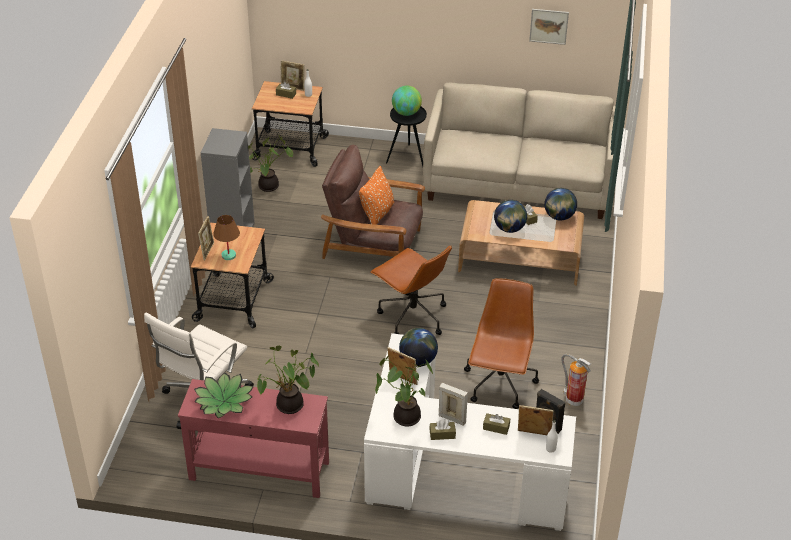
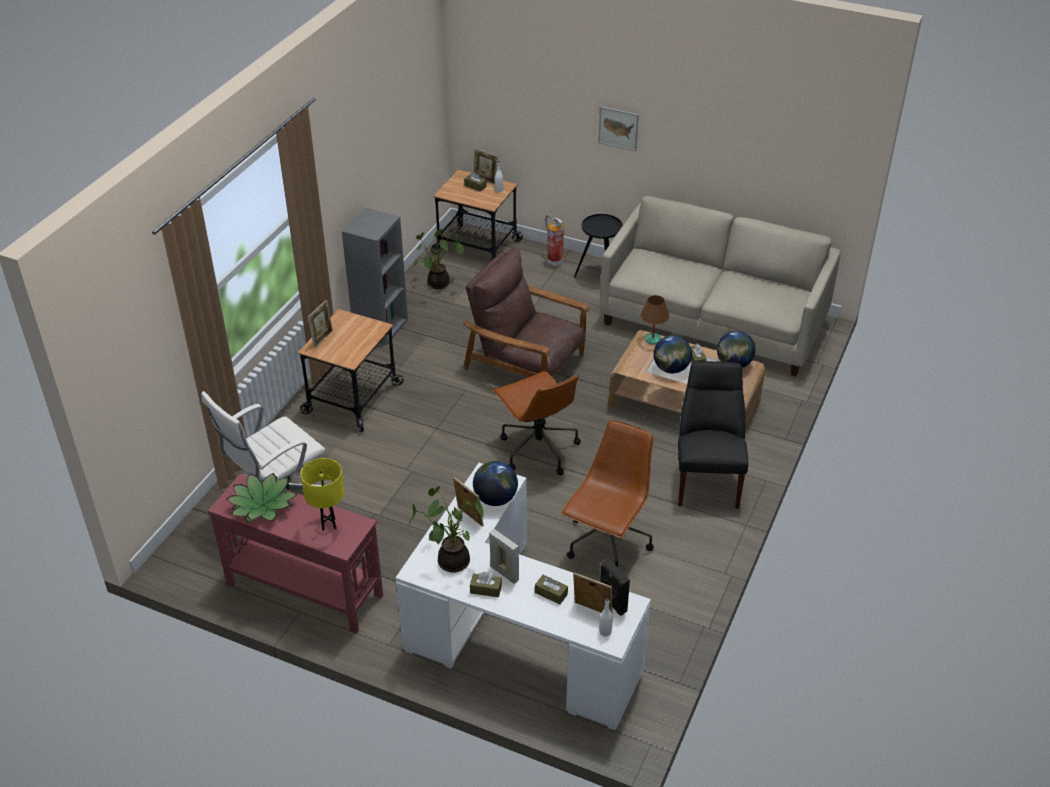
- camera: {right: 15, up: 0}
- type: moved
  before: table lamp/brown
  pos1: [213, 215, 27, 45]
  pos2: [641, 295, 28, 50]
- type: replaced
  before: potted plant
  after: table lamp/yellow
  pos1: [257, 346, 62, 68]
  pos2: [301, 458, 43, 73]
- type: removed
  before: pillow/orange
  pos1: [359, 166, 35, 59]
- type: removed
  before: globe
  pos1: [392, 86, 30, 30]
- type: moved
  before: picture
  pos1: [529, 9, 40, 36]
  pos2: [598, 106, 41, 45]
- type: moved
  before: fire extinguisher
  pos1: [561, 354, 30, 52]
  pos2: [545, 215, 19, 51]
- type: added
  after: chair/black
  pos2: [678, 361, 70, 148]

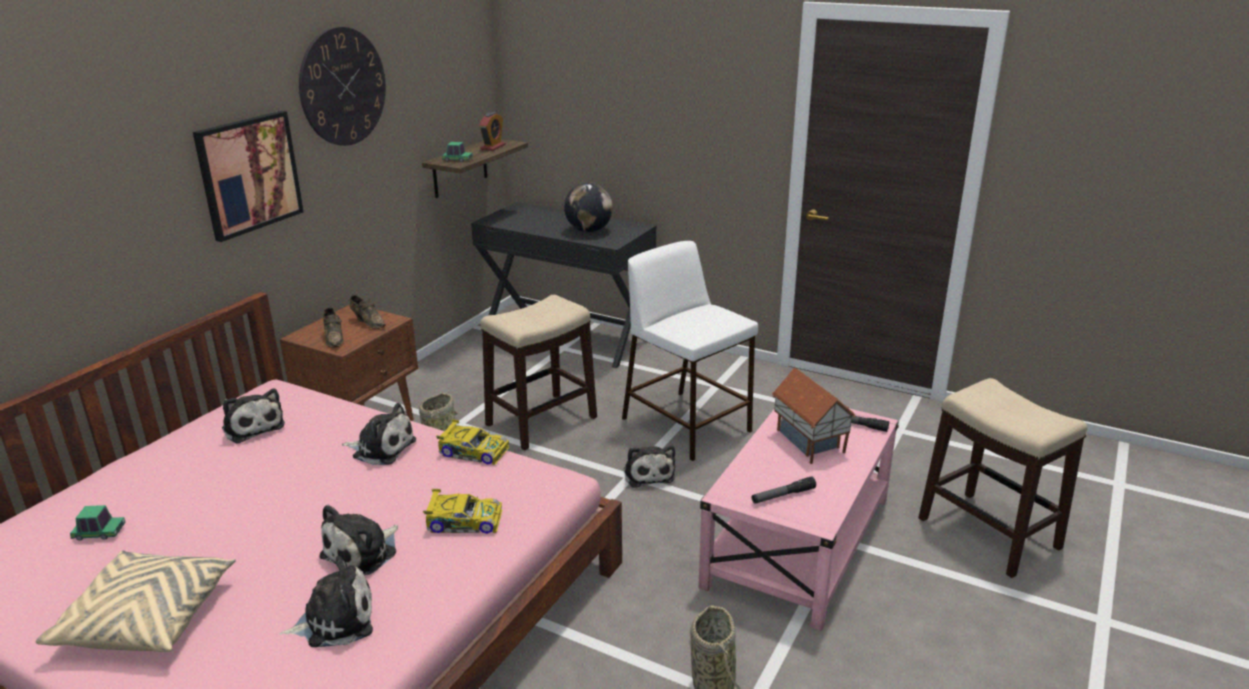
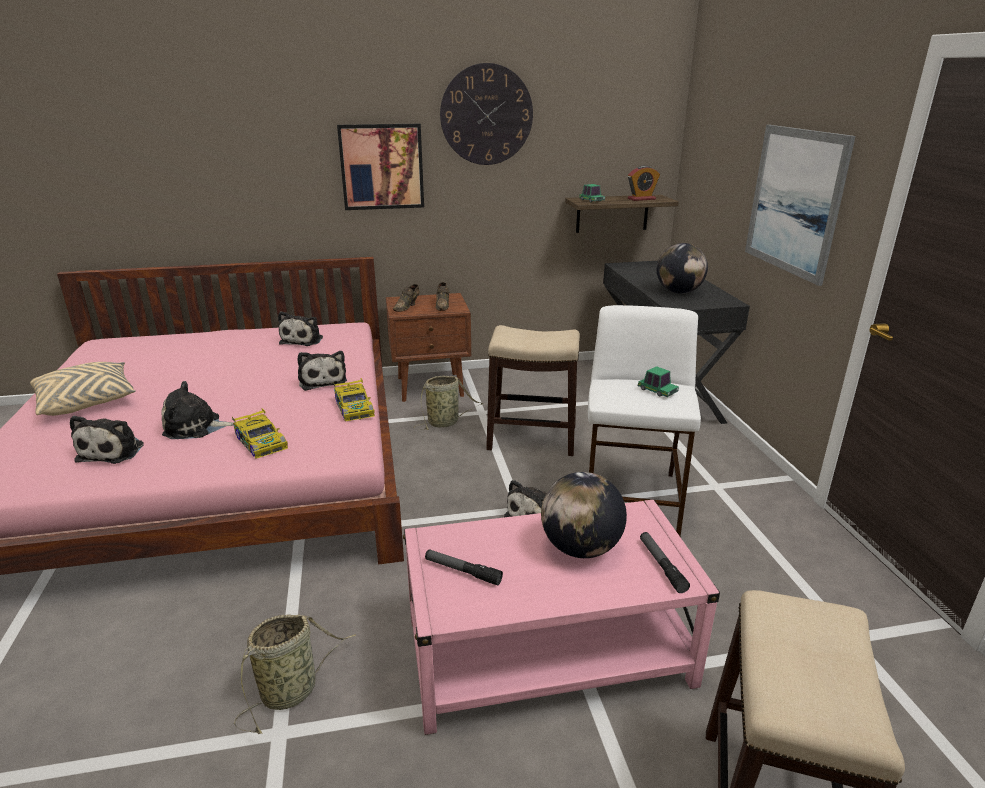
- camera: {right: 50, up: 0}
- type: moved
  before: toy car
  pos1: [70, 505, 56, 36]
  pos2: [638, 366, 41, 31]
- type: turned
  before: plush toy
  pos1: [280, 556, 93, 91]
  pos2: [70, 416, 74, 48]
  turn: 60
- type: replaced
  before: toy house
  after: globe
  pos1: [772, 368, 84, 96]
  pos2: [541, 472, 86, 86]
- type: added
  after: picture
  pos2: [745, 125, 111, 161]

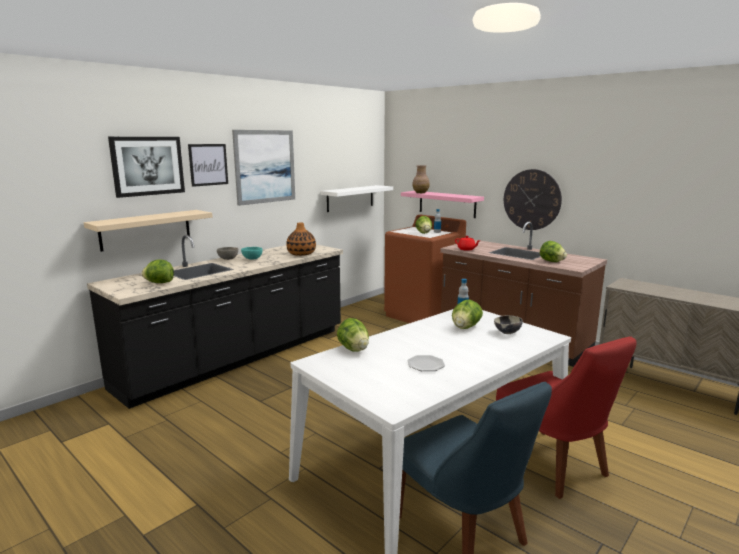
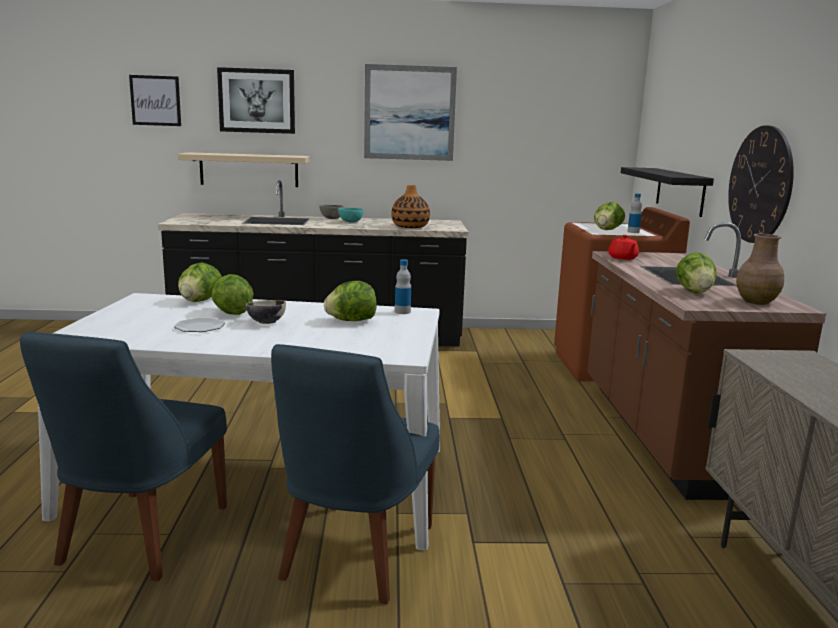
- camera: {right: 45, up: 0}
- type: moved
  before: lettuce
  pos1: [141, 260, 33, 23]
  pos2: [211, 274, 43, 41]
- type: moved
  before: picture
  pos1: [188, 144, 40, 43]
  pos2: [129, 75, 52, 51]
- type: removed
  before: shelf/white
  pos1: [321, 185, 72, 27]
- type: recoloured
  before: shelf/pink
  after: shelf/black
  pos1: [401, 191, 83, 27]
  pos2: [621, 167, 93, 50]
- type: moved
  before: vase/brown
  pos1: [412, 165, 18, 28]
  pos2: [736, 234, 48, 71]
- type: moved
  before: bowl
  pos1: [494, 315, 29, 19]
  pos2: [246, 300, 40, 24]
- type: recoloured
  before: chair/red
  after: chair/blue
  pos1: [496, 337, 140, 162]
  pos2: [271, 344, 169, 260]

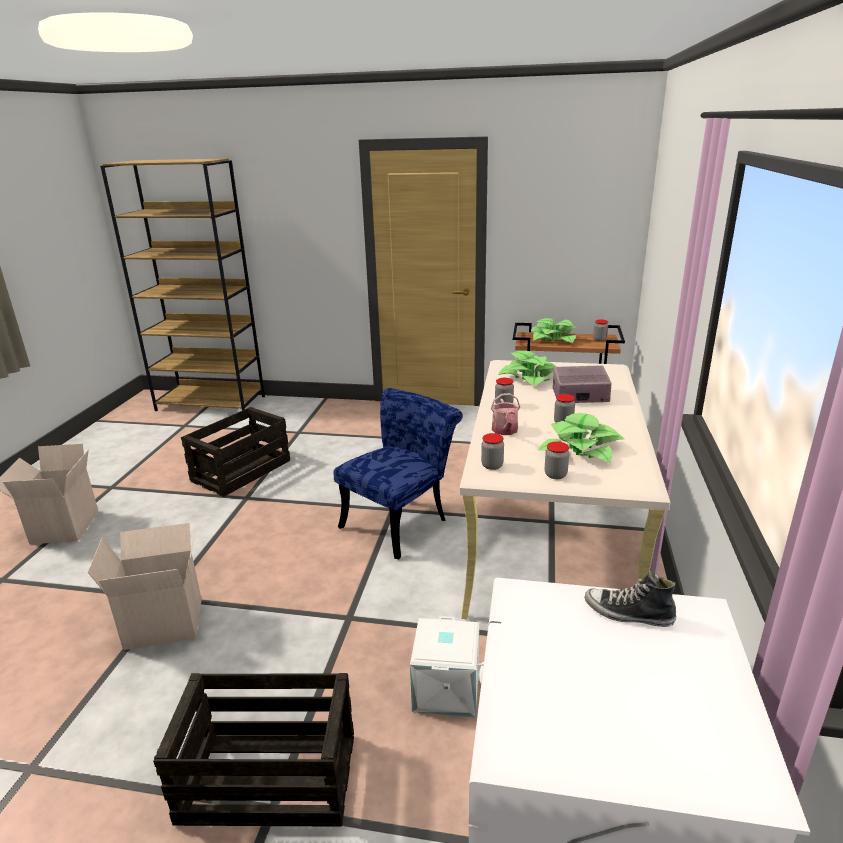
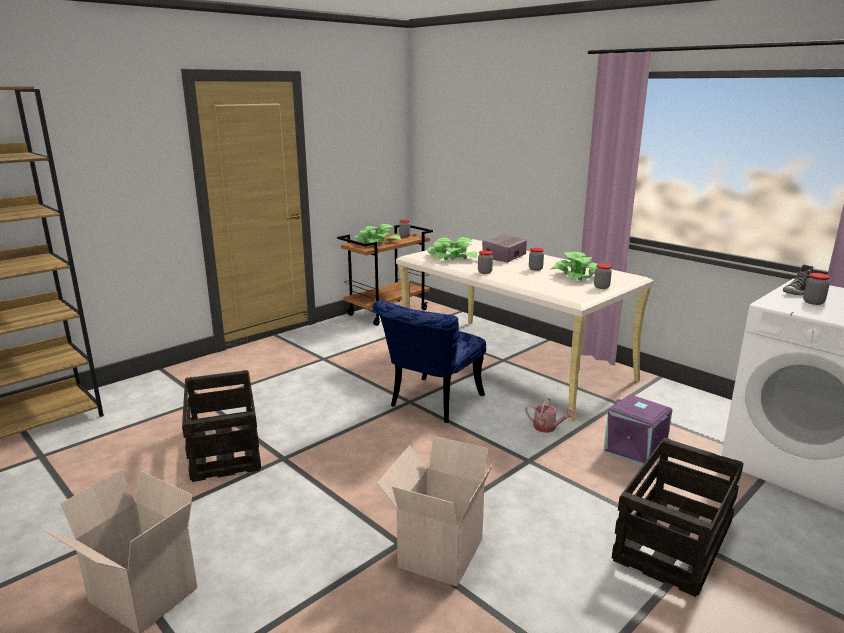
- camera: {right: -55, up: -5}
- type: turned
  before: chair/blue
  pos1: [334, 388, 129, 171]
  pos2: [373, 300, 113, 123]
  turn: -135
- type: recoloured
  before: storage box/white
  after: storage box/purple
  pos1: [410, 616, 69, 102]
  pos2: [604, 394, 69, 72]
- type: moved
  before: jar
  pos1: [481, 433, 23, 37]
  pos2: [803, 273, 27, 32]
- type: moved
  before: watering can
  pos1: [491, 393, 29, 42]
  pos2: [525, 397, 50, 36]

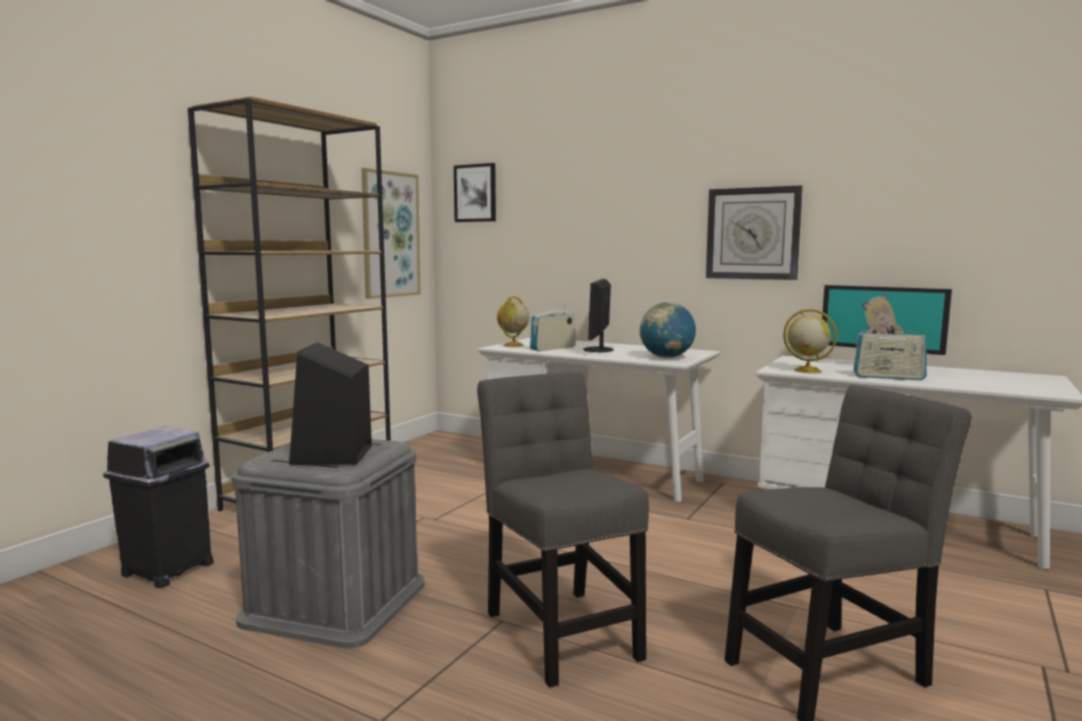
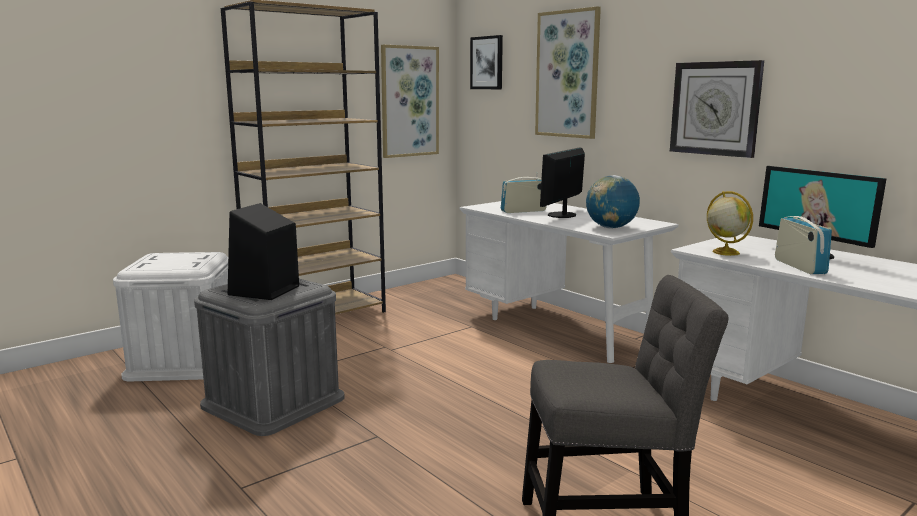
- camera: {right: 20, up: 5}
- type: replaced
  before: trash can/black
  after: storage box/white
  pos1: [103, 426, 111, 162]
  pos2: [113, 252, 115, 129]
- type: removed
  before: chair/grey
  pos1: [477, 372, 172, 315]
- type: removed
  before: globe
  pos1: [497, 296, 32, 51]
- type: turned
  before: radio
  pos1: [853, 323, 74, 57]
  pos2: [775, 215, 57, 59]
  turn: -135
- type: added
  after: picture
  pos2: [535, 6, 66, 133]

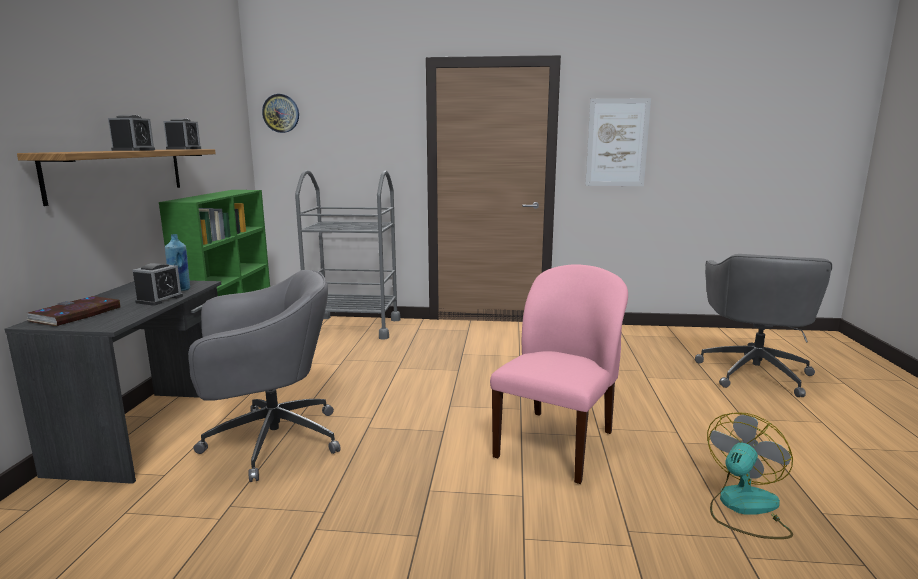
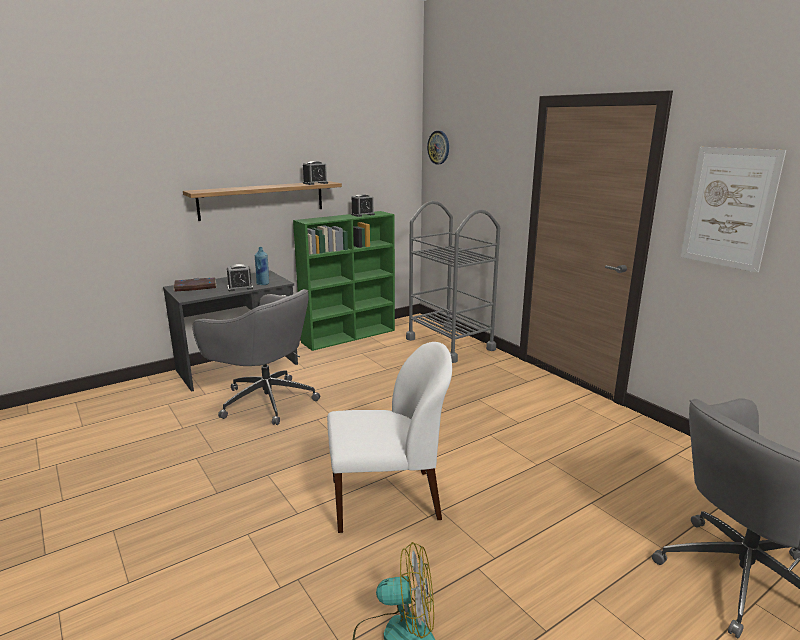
- camera: {right: 50, up: 5}
- type: moved
  before: alarm clock
  pos1: [108, 115, 47, 36]
  pos2: [351, 194, 24, 23]
- type: recoloured
  before: chair/pink
  after: chair/white
  pos1: [490, 264, 138, 220]
  pos2: [327, 342, 125, 191]

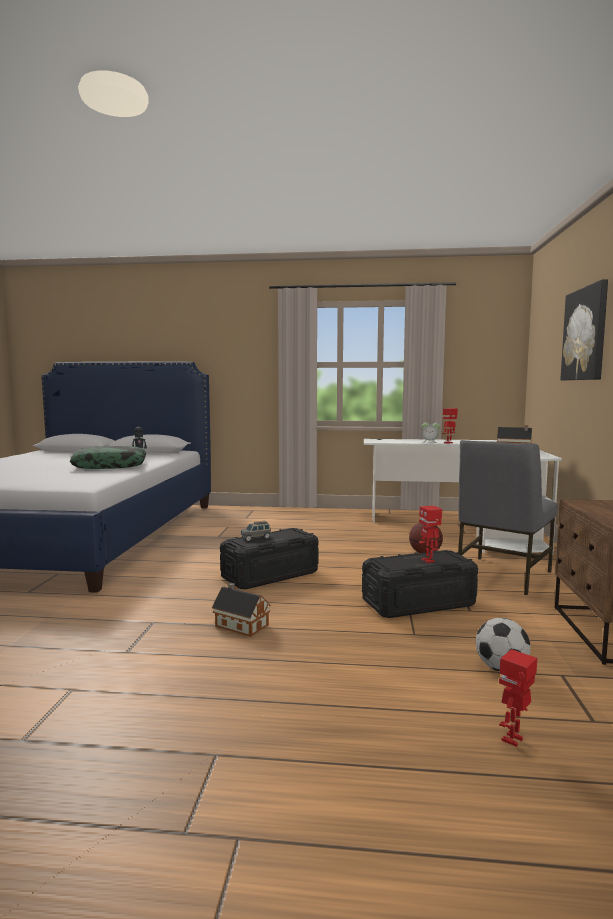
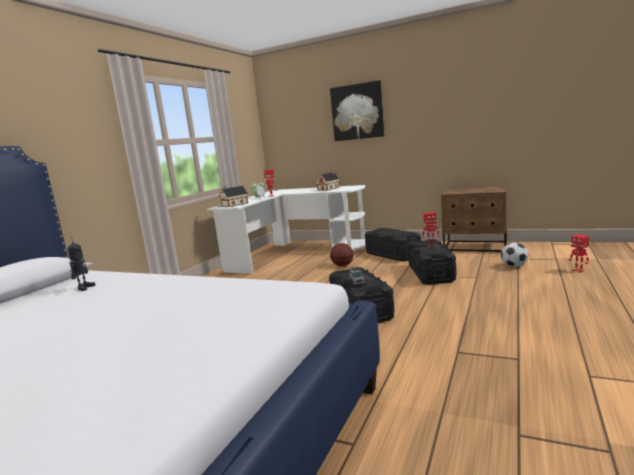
- camera: {right: -70, up: 5}
- type: removed
  before: pillow
  pos1: [70, 446, 76, 23]
- type: moved
  before: toy house
  pos1: [212, 583, 59, 54]
  pos2: [219, 186, 29, 21]
- type: replaced
  before: chair/grey
  after: storage box/black
  pos1: [458, 440, 100, 155]
  pos2: [365, 228, 56, 34]

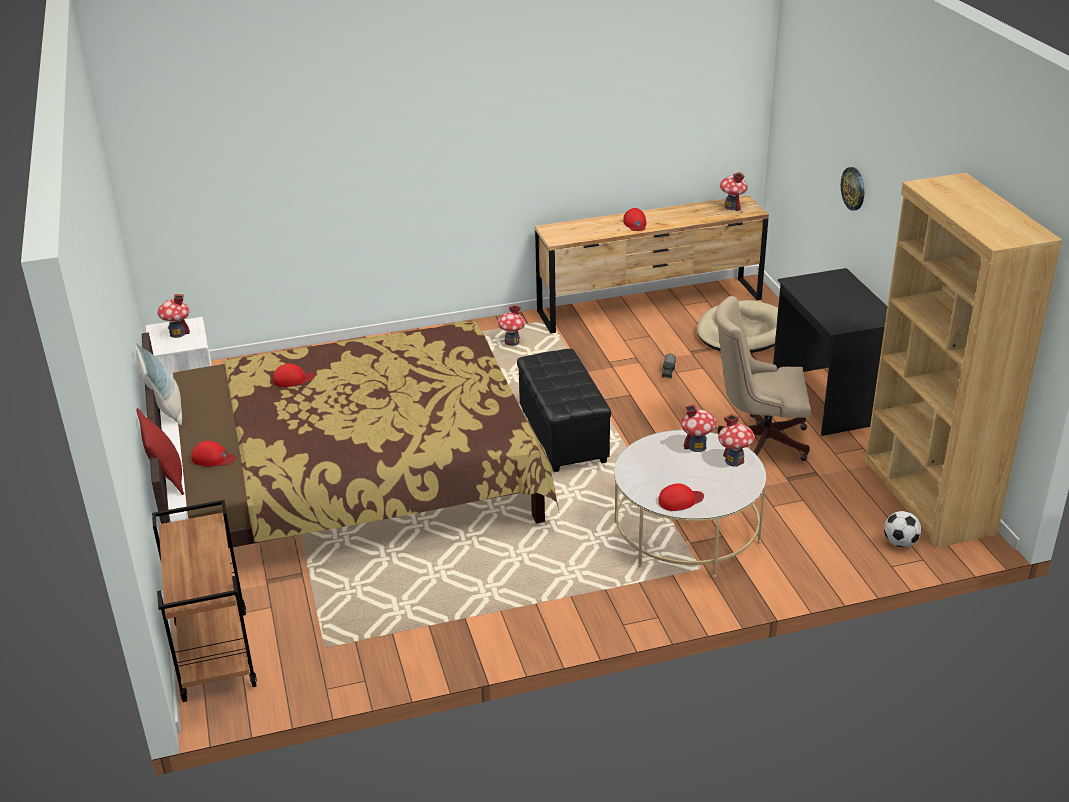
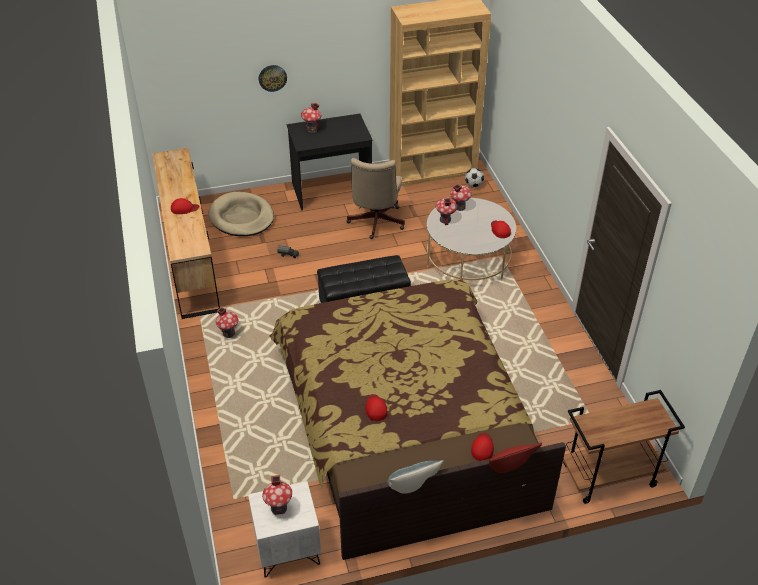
- camera: {right: -90, up: 10}
- type: moved
  before: toy house
  pos1: [720, 172, 27, 39]
  pos2: [301, 103, 20, 30]

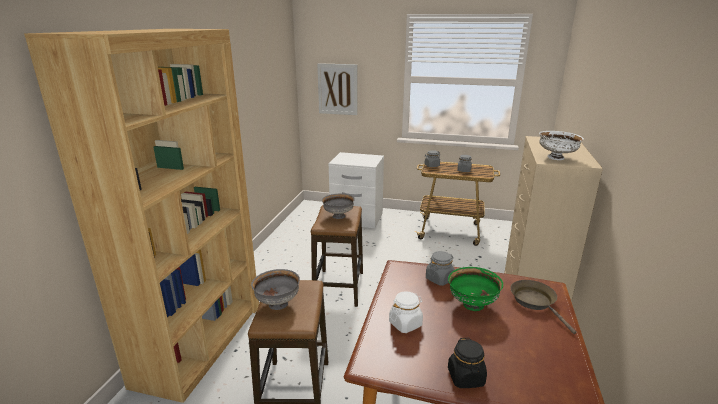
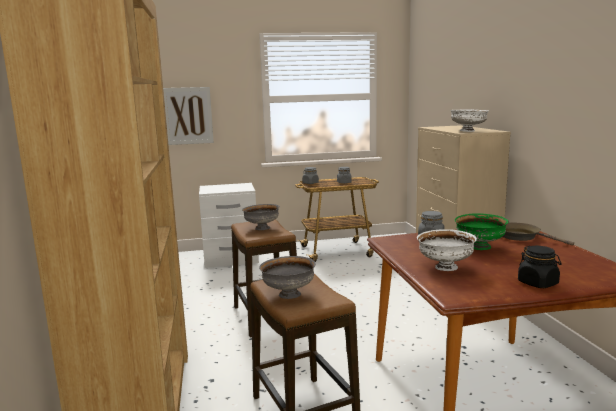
- camera: {right: -25, up: -10}
- type: replaced
  before: jar/white
  after: bowl/white
  pos1: [389, 291, 34, 42]
  pos2: [417, 229, 60, 42]

